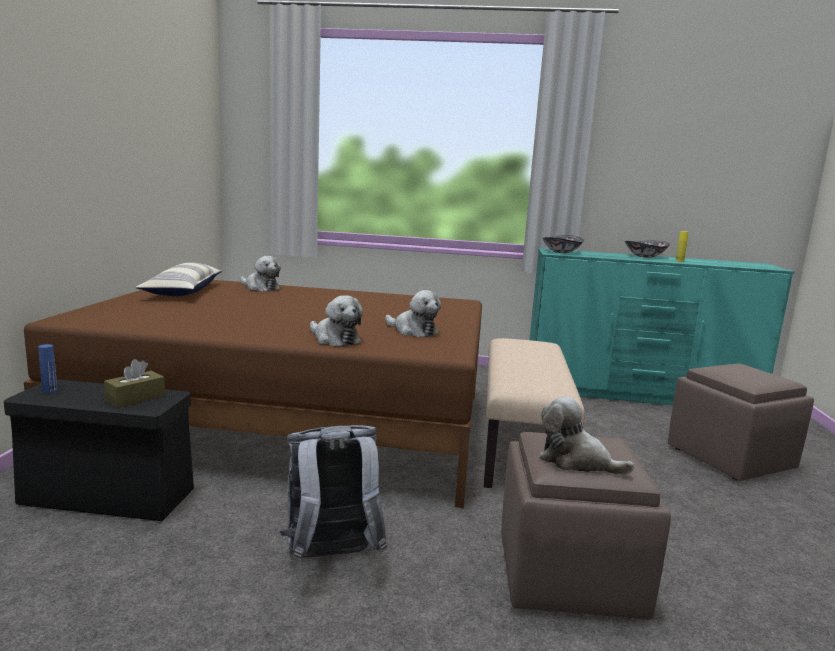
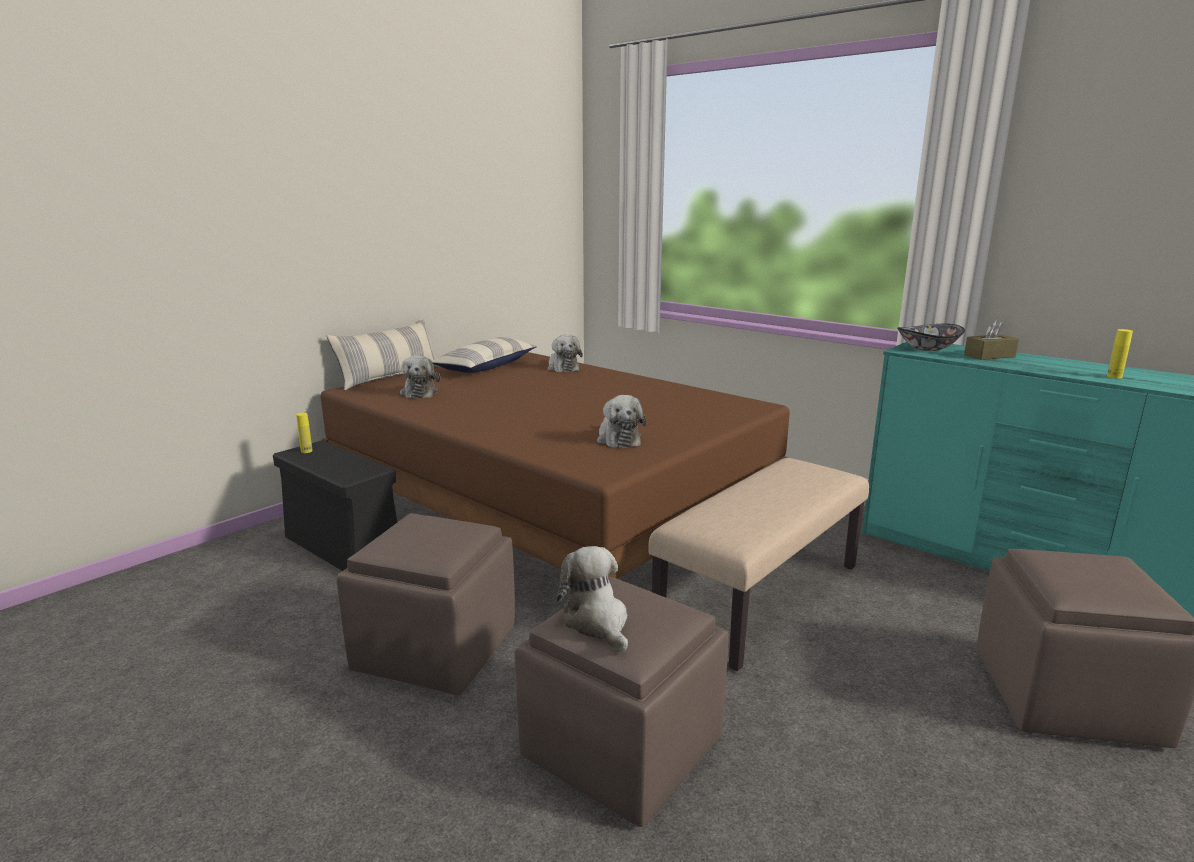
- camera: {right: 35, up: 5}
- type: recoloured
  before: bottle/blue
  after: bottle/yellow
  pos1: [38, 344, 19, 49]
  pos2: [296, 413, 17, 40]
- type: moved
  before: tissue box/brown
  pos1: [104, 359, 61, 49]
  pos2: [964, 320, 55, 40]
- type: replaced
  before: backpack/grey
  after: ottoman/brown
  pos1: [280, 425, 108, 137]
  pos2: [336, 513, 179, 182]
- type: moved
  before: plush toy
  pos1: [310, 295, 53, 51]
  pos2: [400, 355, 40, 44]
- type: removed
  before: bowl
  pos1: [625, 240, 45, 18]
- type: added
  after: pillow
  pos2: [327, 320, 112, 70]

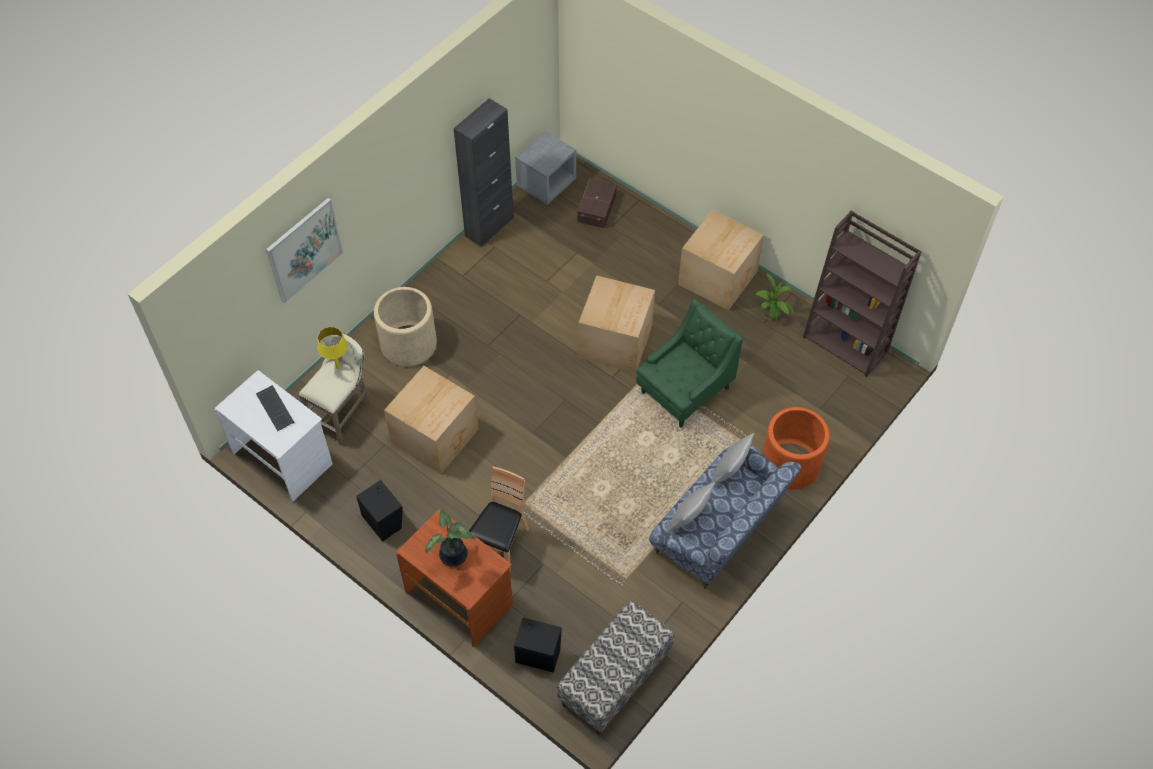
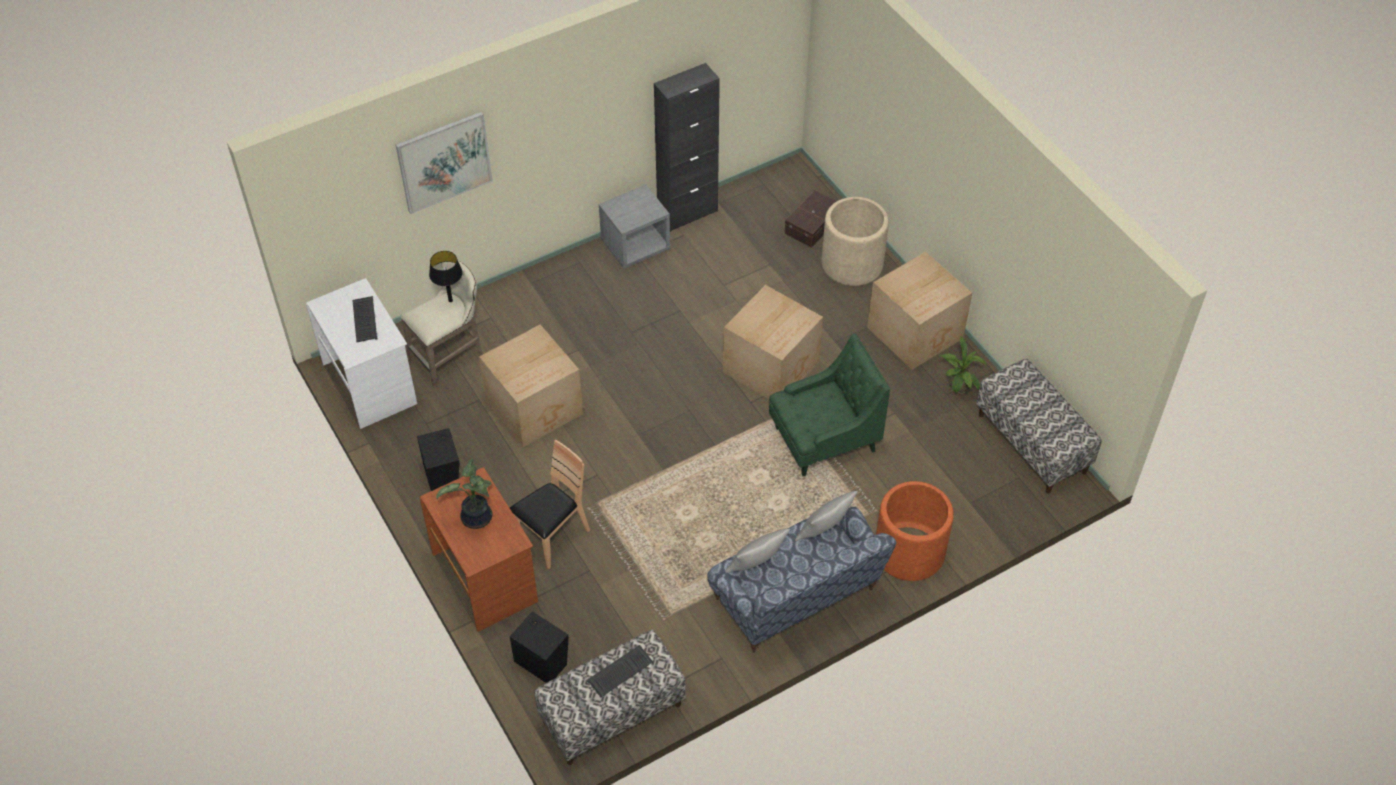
- camera: {right: 20, up: -5}
- type: recoloured
  before: table lamp/yellow
  after: table lamp/black
  pos1: [318, 327, 30, 42]
  pos2: [429, 251, 34, 51]
- type: moved
  before: planter/beige
  pos1: [374, 287, 63, 80]
  pos2: [822, 197, 67, 89]
- type: moved
  before: nightstand/grey
  pos1: [515, 131, 61, 74]
  pos2: [599, 185, 72, 84]
- type: replaced
  before: bookcase/brown
  after: bench
  pos1: [803, 211, 119, 166]
  pos2: [976, 359, 126, 135]
- type: added
  after: keyboard
  pos2: [587, 645, 66, 52]

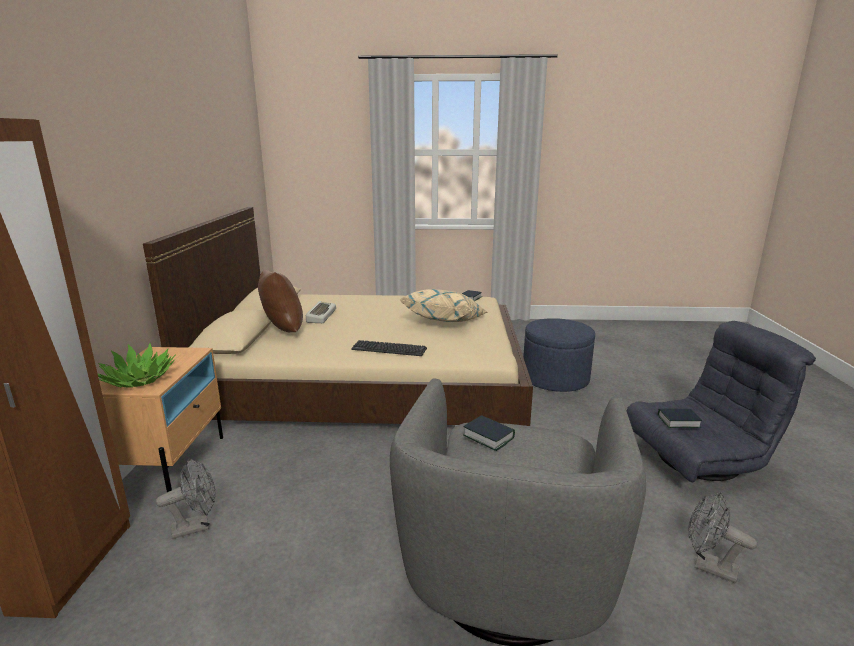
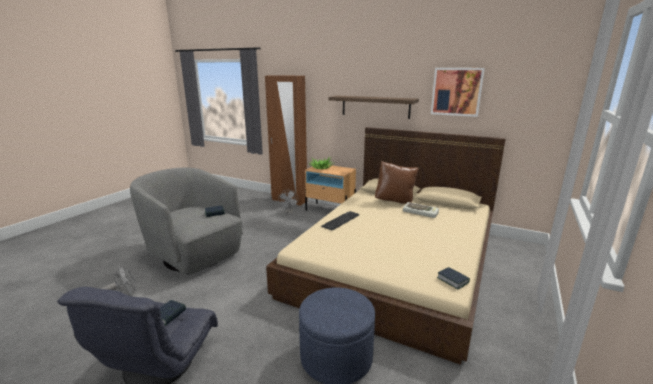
- camera: {right: 115, up: 0}
- type: removed
  before: pillow/beige
  pos1: [399, 289, 88, 33]
- type: added
  after: shelf
  pos2: [328, 96, 91, 23]
- type: added
  after: picture
  pos2: [431, 68, 54, 49]

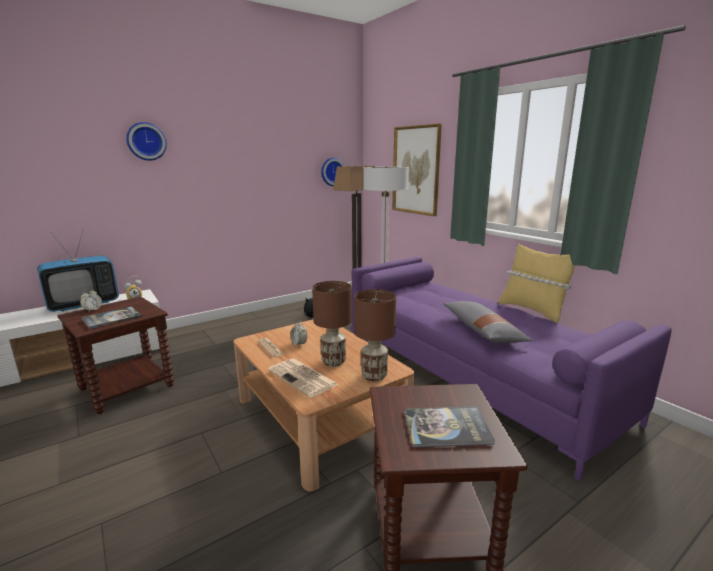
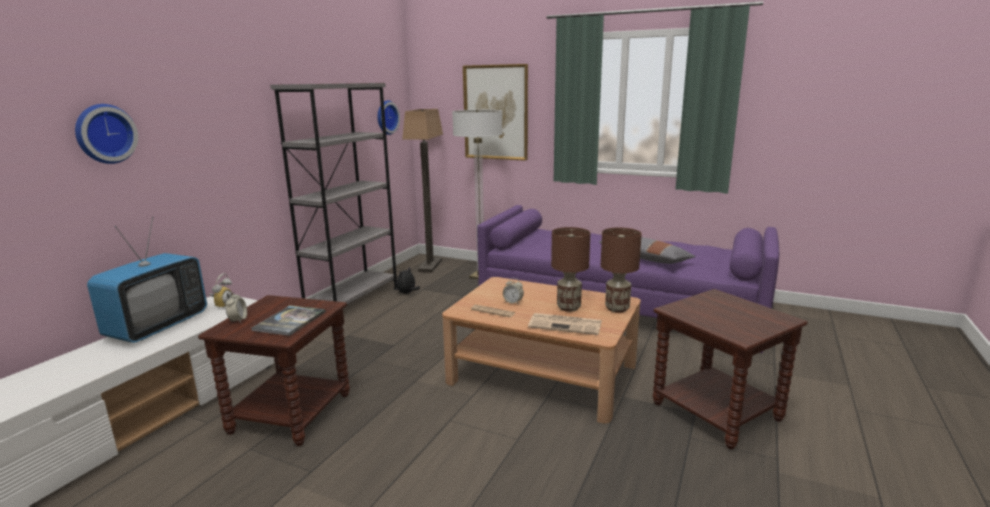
- camera: {right: -30, up: 0}
- type: moved
  before: wall clock
  pos1: [126, 122, 41, 39]
  pos2: [75, 104, 63, 60]
- type: removed
  before: book
  pos1: [404, 406, 91, 42]
- type: removed
  before: pillow/yellow
  pos1: [498, 244, 77, 79]
- type: added
  after: bookcase/grey
  pos2: [270, 83, 128, 221]

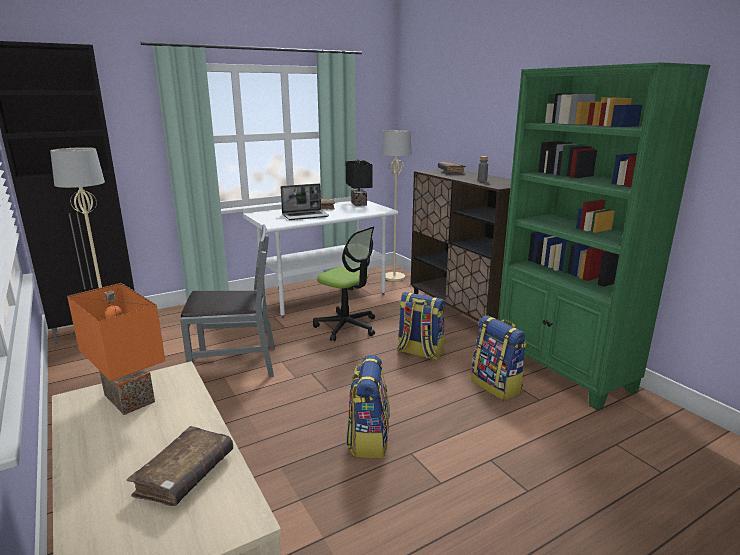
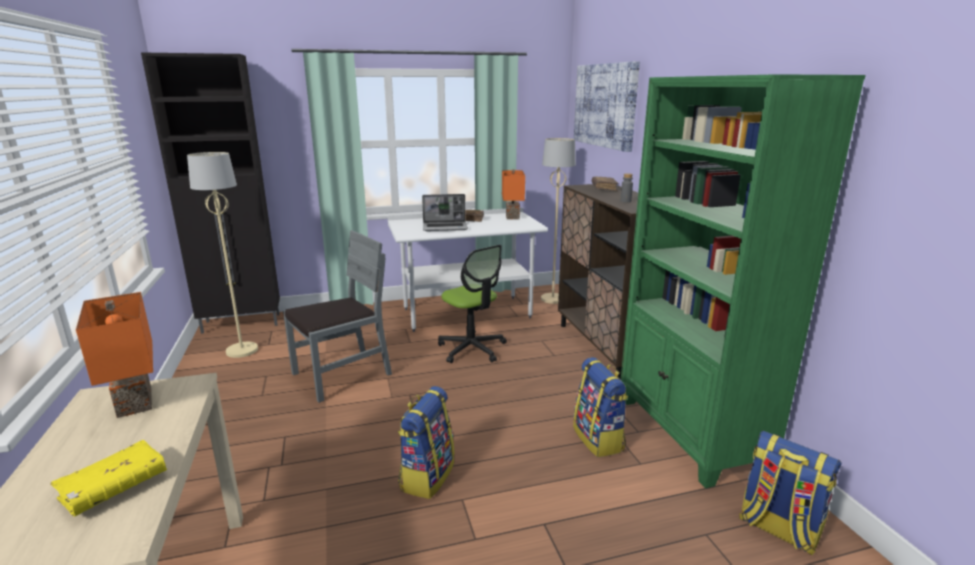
- camera: {right: 15, up: 0}
- type: recoloured
  before: book/brown
  after: book/yellow
  pos1: [127, 426, 106, 80]
  pos2: [50, 440, 117, 76]
- type: turned
  before: chair/grey
  pos1: [180, 224, 95, 153]
  pos2: [283, 230, 109, 173]
  turn: -45
- type: recoloured
  before: table lamp/black
  after: table lamp/orange
  pos1: [346, 159, 27, 47]
  pos2: [502, 169, 23, 51]
- type: moved
  before: backpack
  pos1: [398, 292, 48, 68]
  pos2: [739, 431, 103, 124]
- type: added
  after: picture
  pos2: [574, 61, 66, 91]

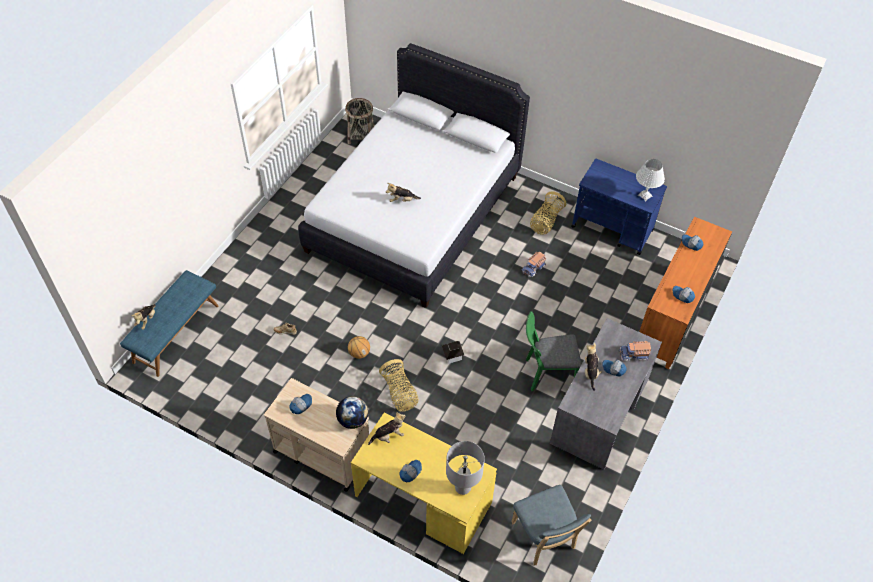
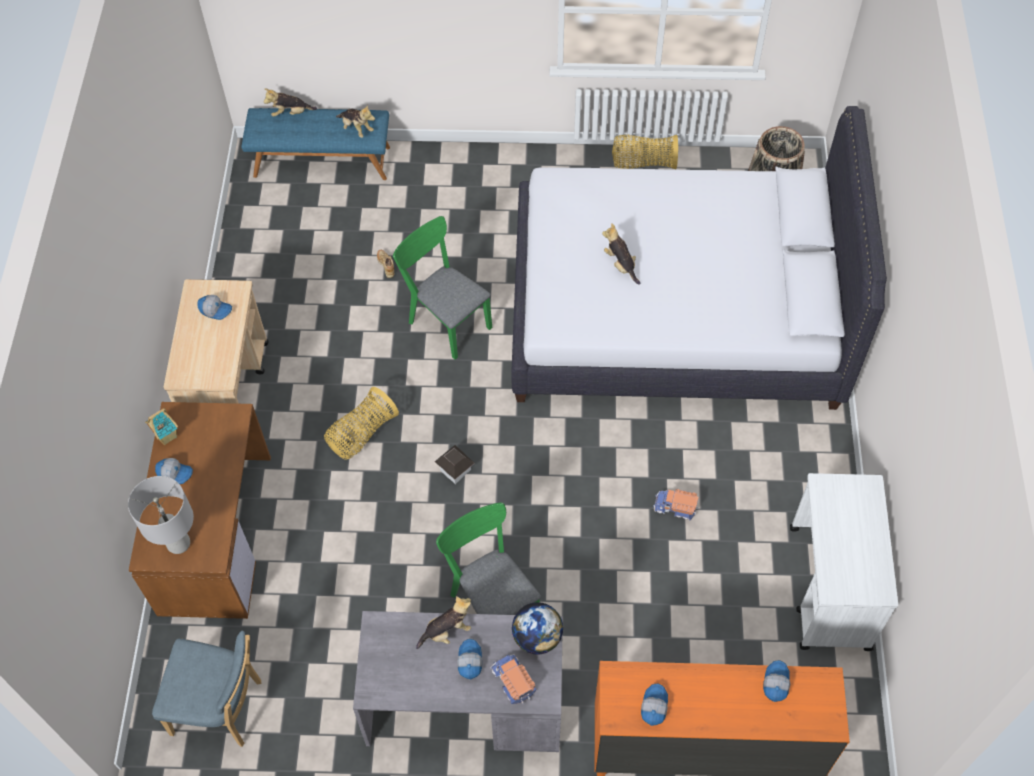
- camera: {right: 65, up: 5}
- type: moved
  before: globe
  pos1: [336, 396, 32, 33]
  pos2: [512, 602, 51, 53]
- type: removed
  before: basketball
  pos1: [348, 336, 22, 23]
- type: recoloured
  before: desk/yellow
  after: desk/brown
  pos1: [351, 412, 146, 142]
  pos2: [129, 402, 142, 217]
- type: moved
  before: plush toy
  pos1: [368, 411, 38, 34]
  pos2: [336, 105, 39, 33]
- type: turned
  before: chair/blue
  pos1: [512, 485, 79, 80]
  pos2: [152, 631, 109, 116]
  turn: -120
- type: moved
  before: basket
  pos1: [530, 191, 36, 44]
  pos2: [612, 135, 66, 34]
- type: recoloured
  before: cart/blue
  after: cart/white
  pos1: [571, 159, 96, 96]
  pos2: [790, 473, 108, 178]
- type: removed
  before: table lamp/white
  pos1: [636, 159, 29, 43]
- type: added
  after: toy house
  pos2: [145, 408, 33, 37]
- type: added
  after: chair/green
  pos2: [393, 216, 99, 144]

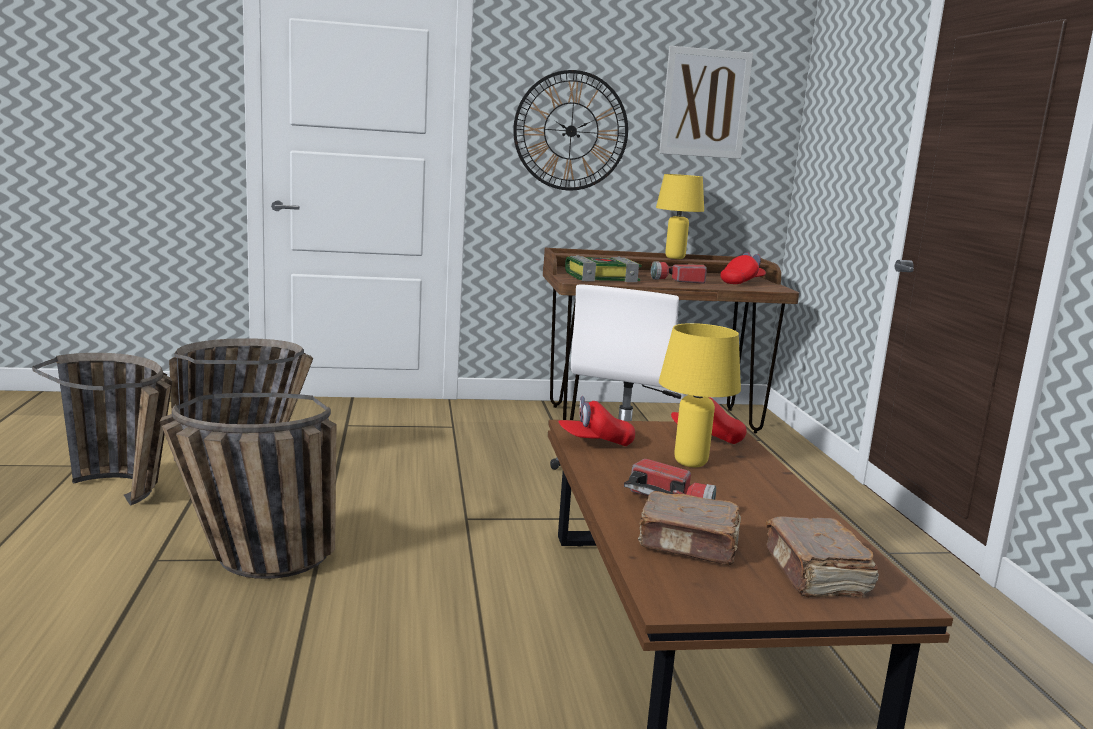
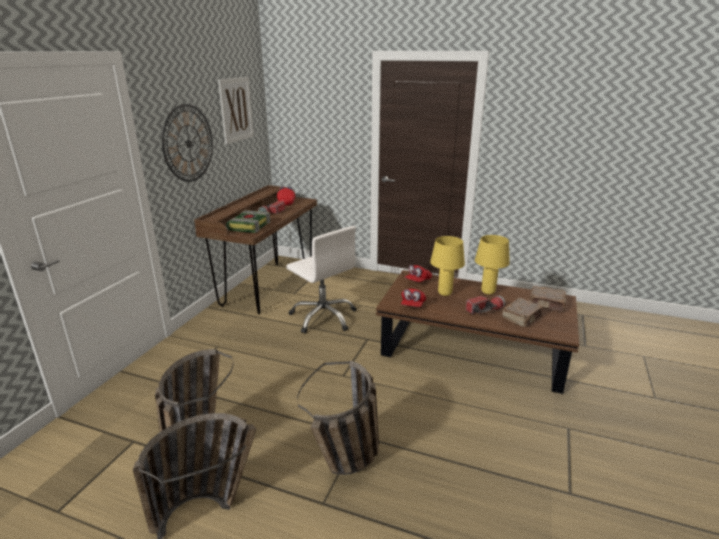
- camera: {right: -60, up: 10}
- type: moved
  before: table lamp/yellow
  pos1: [656, 174, 48, 85]
  pos2: [475, 235, 35, 60]

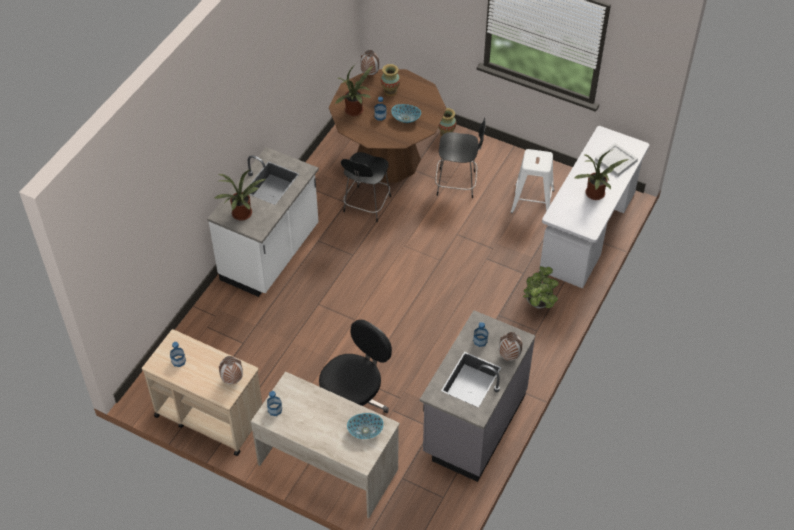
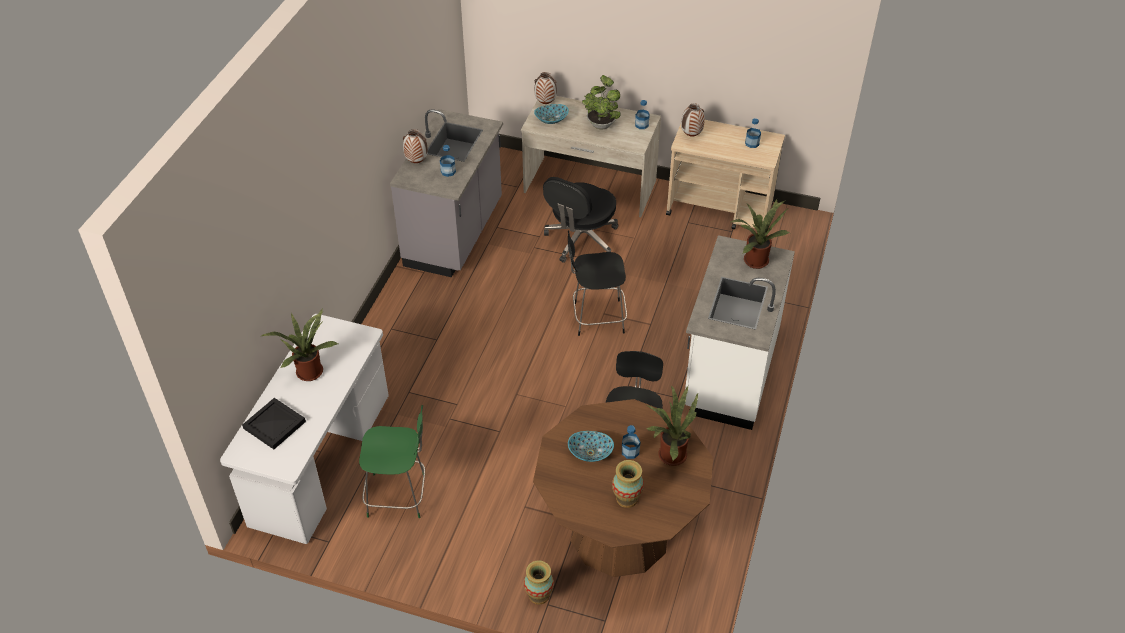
- camera: {right: 170, up: -5}
- type: moved
  before: vase
  pos1: [360, 50, 19, 26]
  pos2: [535, 72, 22, 32]
- type: moved
  before: chair/black
  pos1: [435, 117, 51, 81]
  pos2: [568, 230, 59, 106]
- type: replaced
  before: stool/white
  after: chair/green
  pos1: [510, 149, 44, 64]
  pos2: [359, 405, 66, 113]
- type: moved
  before: potted plant
  pos1: [523, 266, 36, 43]
  pos2: [582, 75, 39, 54]
- type: recoloured
  before: tray/white
  after: tray/black
  pos1: [595, 143, 43, 34]
  pos2: [242, 398, 64, 51]

